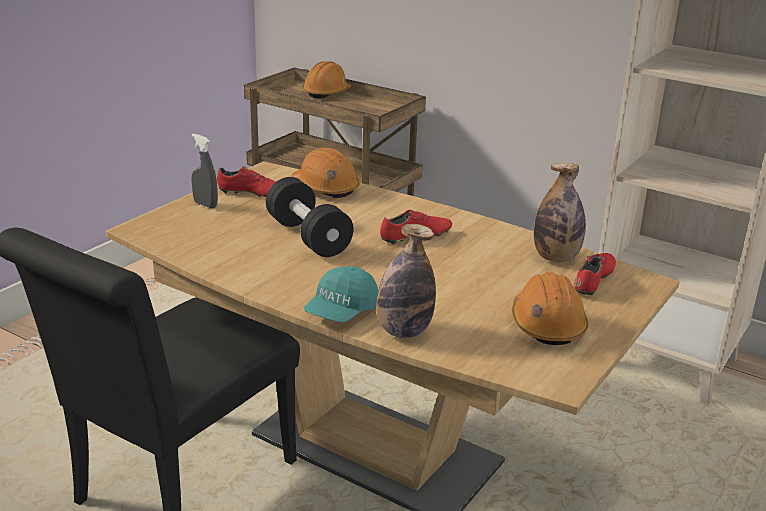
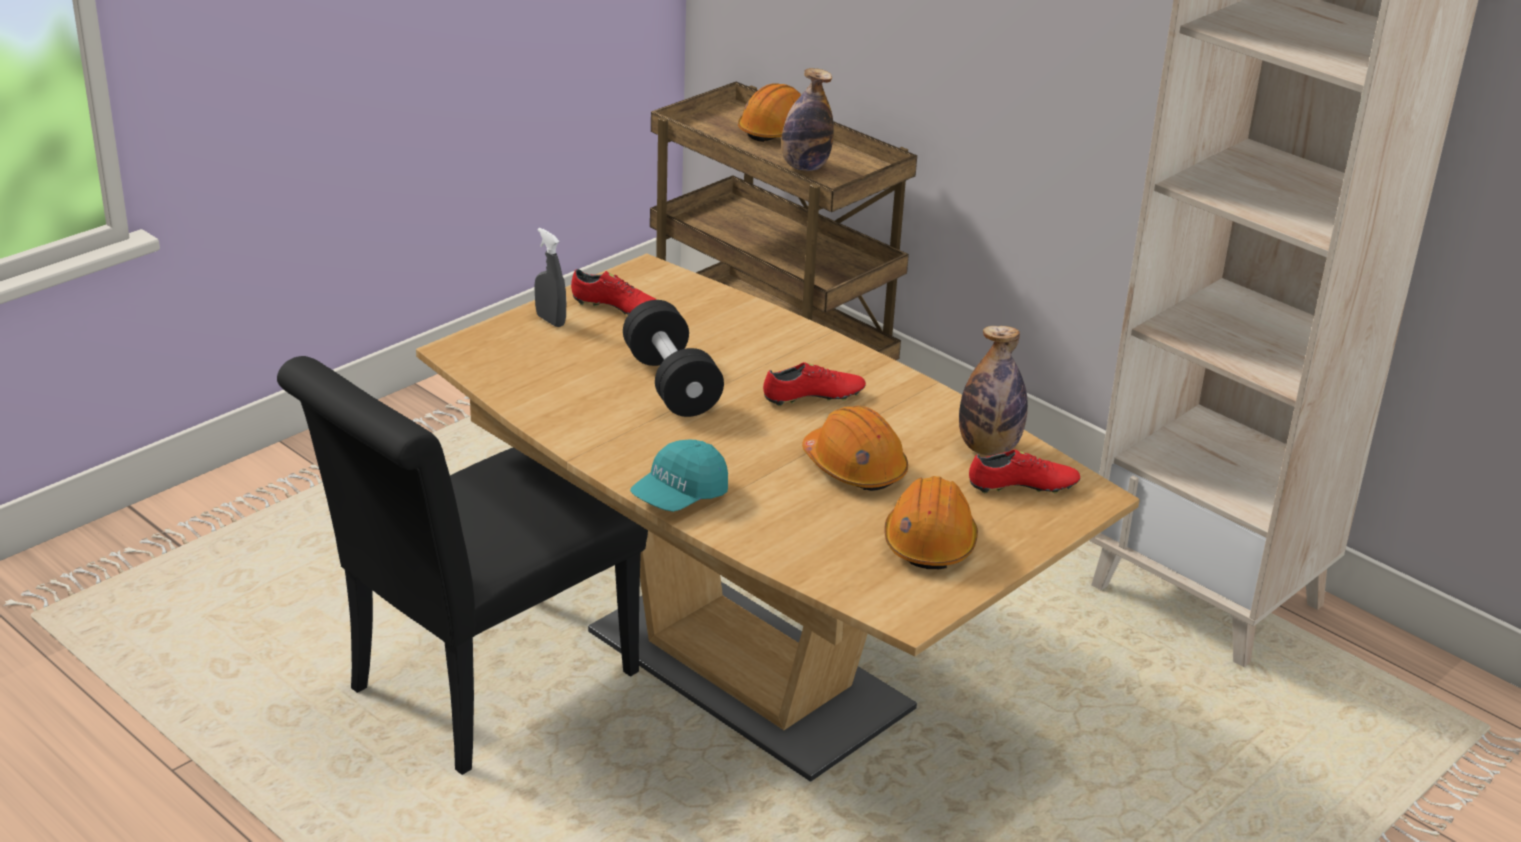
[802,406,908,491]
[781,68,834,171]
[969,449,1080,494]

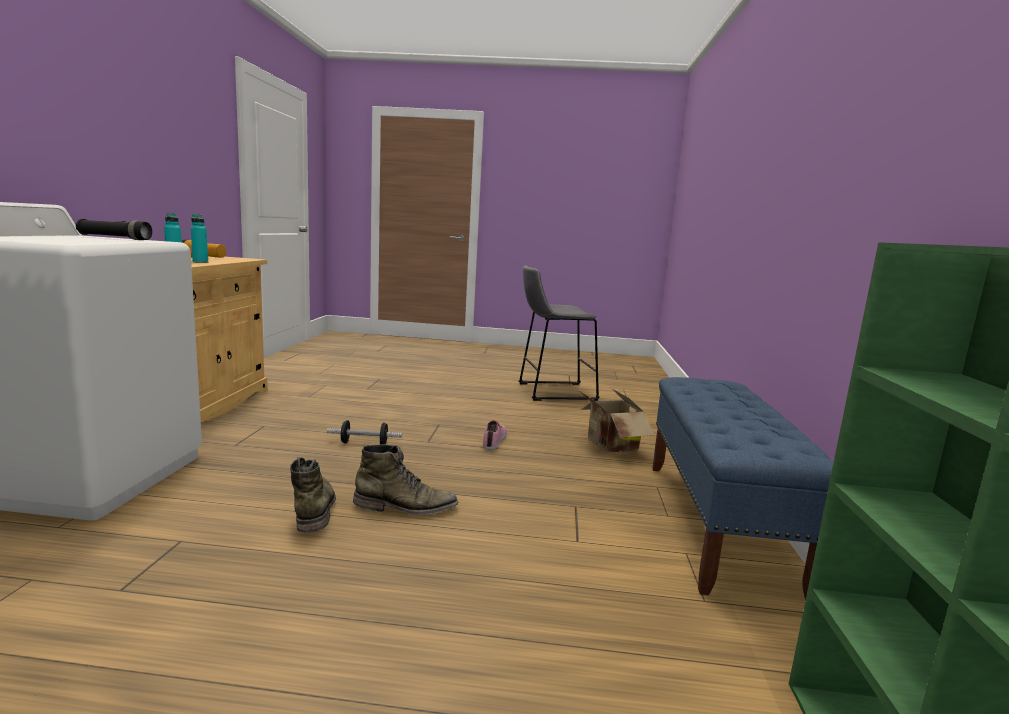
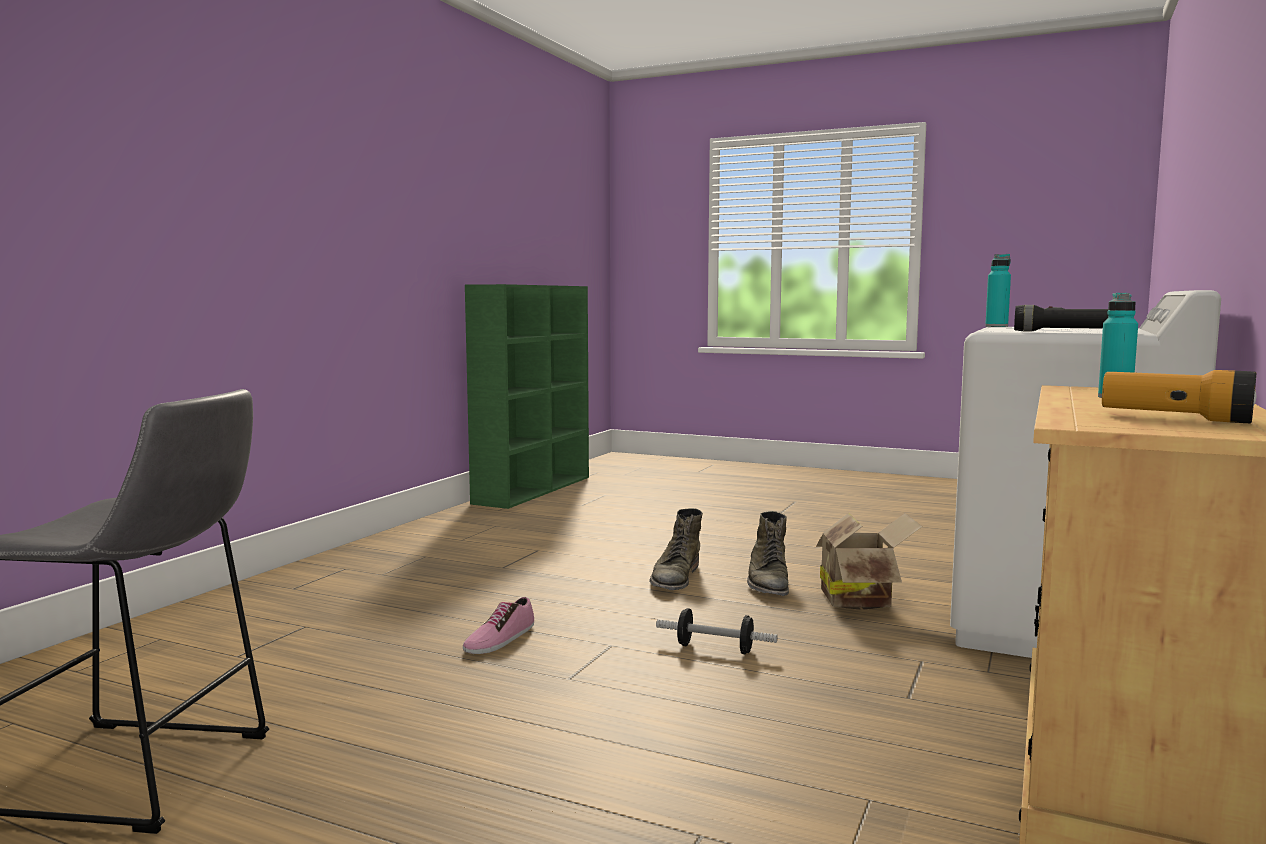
[985,254,1011,327]
[650,508,703,590]
[816,513,922,610]
[652,377,834,600] (first image)

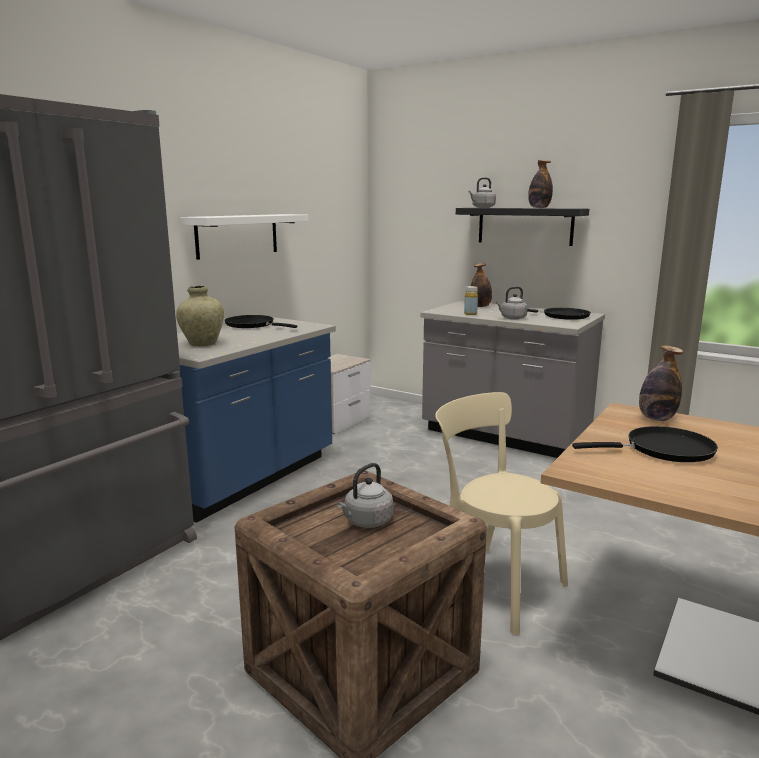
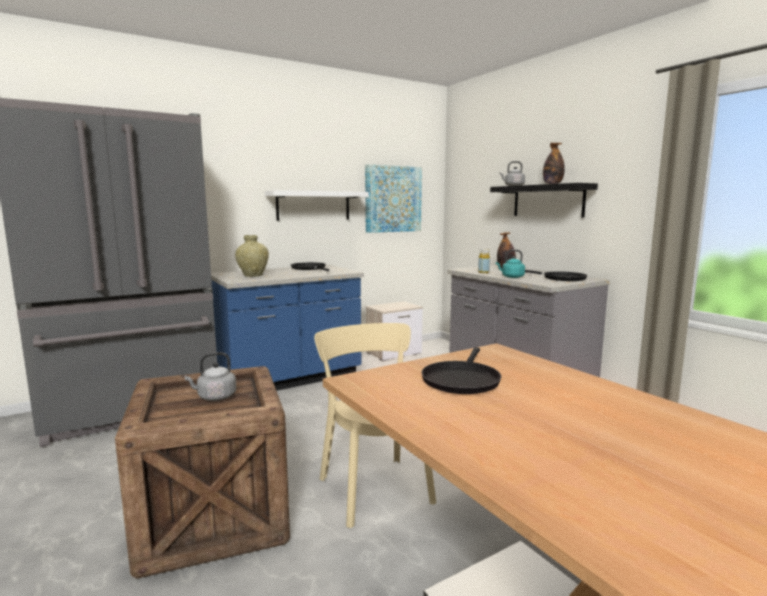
[496,250,525,278]
[422,347,501,394]
[639,345,683,421] (first image)
[365,164,422,233]

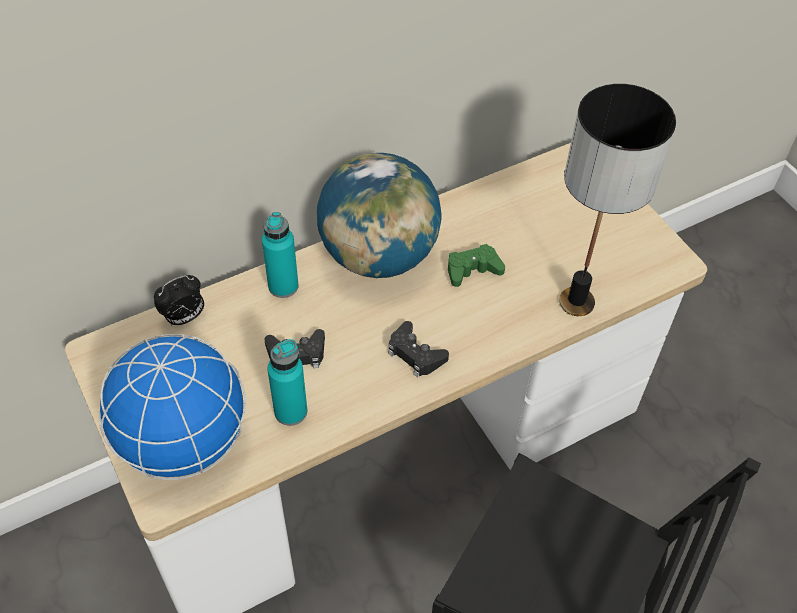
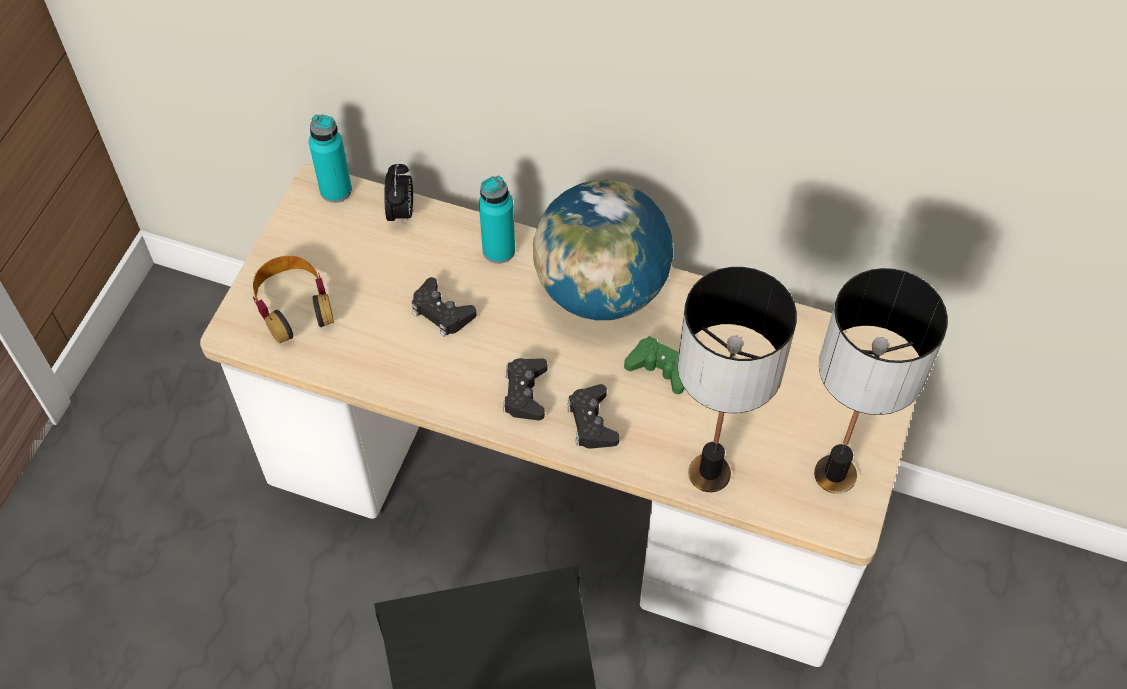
[253,256,334,343]
[384,164,413,226]
[309,114,352,203]
[567,384,620,449]
[814,268,948,494]

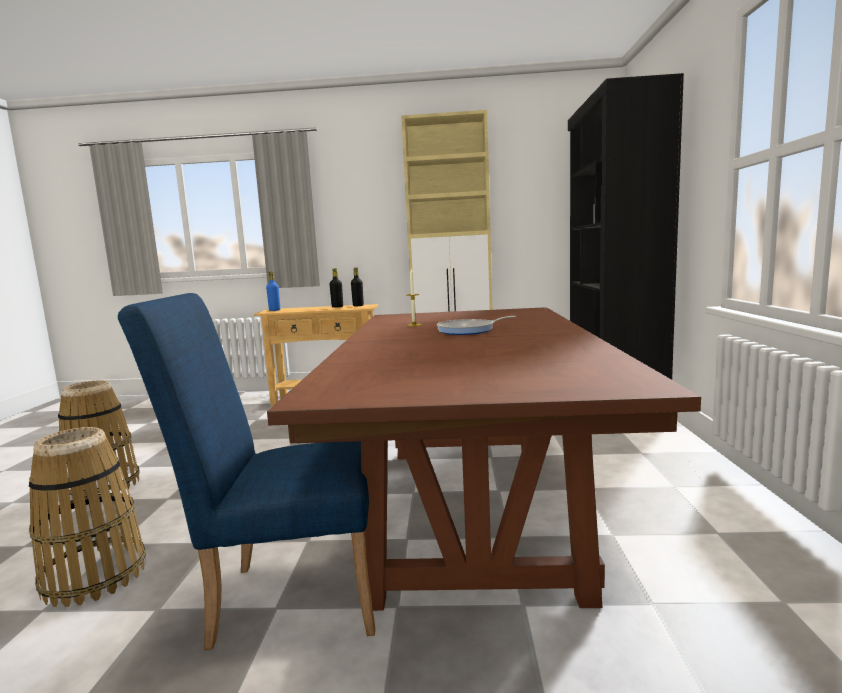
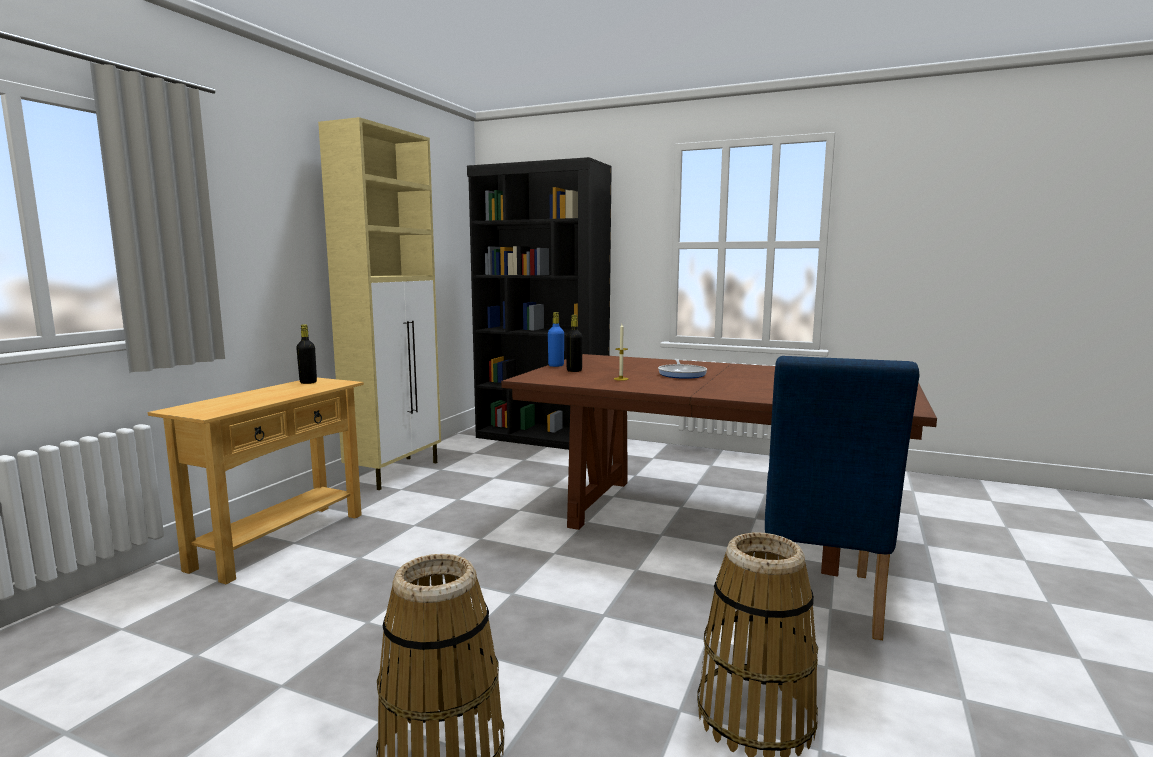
[548,312,564,367]
[566,315,583,372]

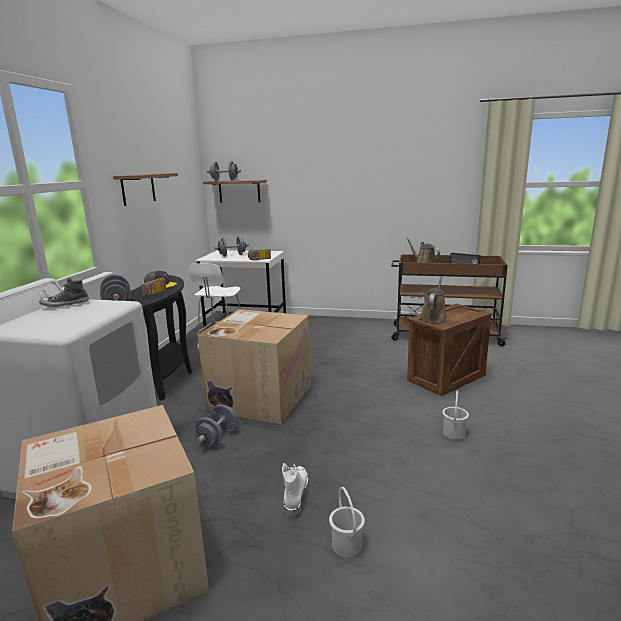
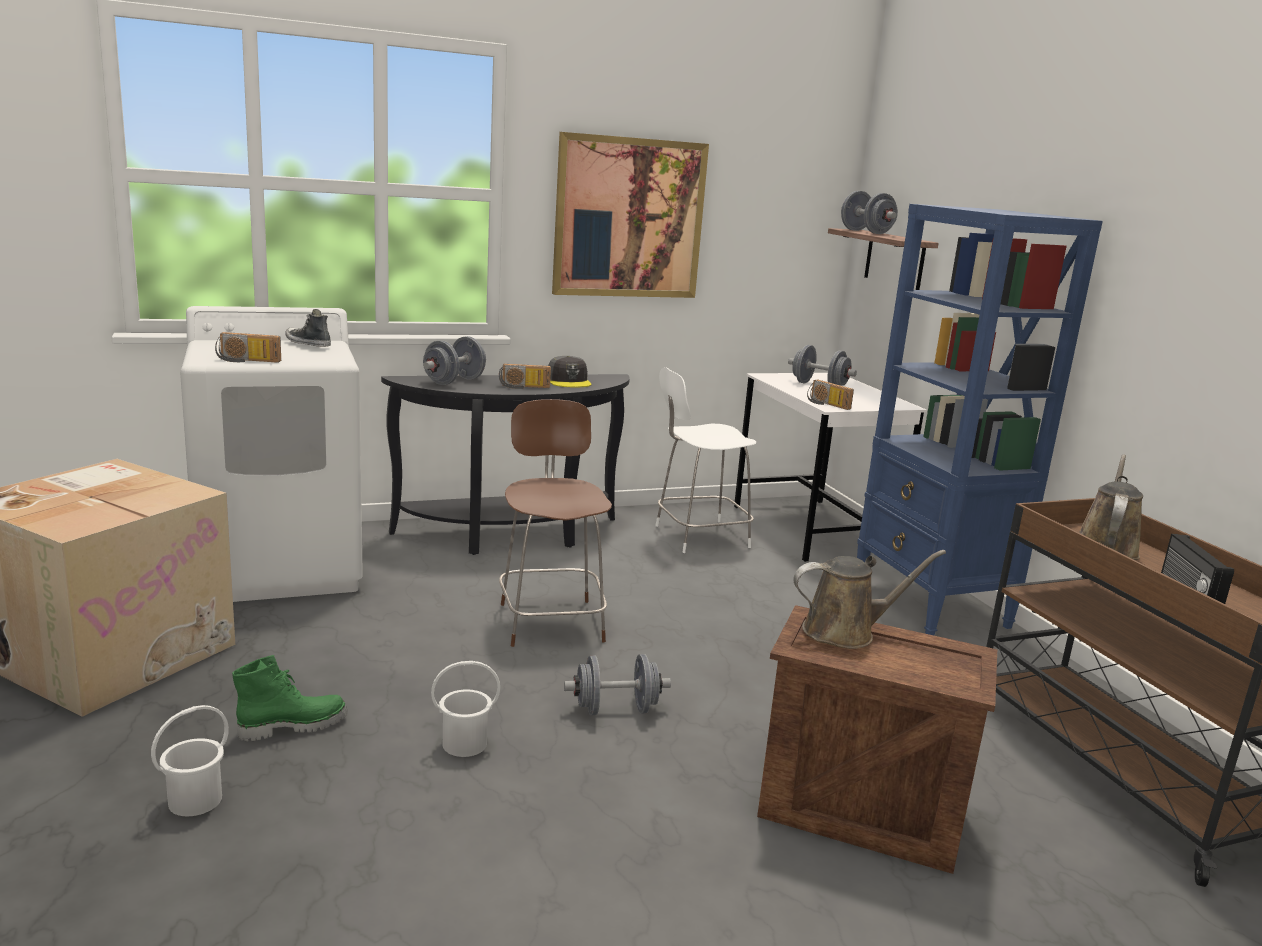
[552,132,709,298]
[564,654,671,715]
[499,399,612,647]
[232,655,348,742]
[431,661,500,757]
[215,332,281,363]
[857,204,1103,635]

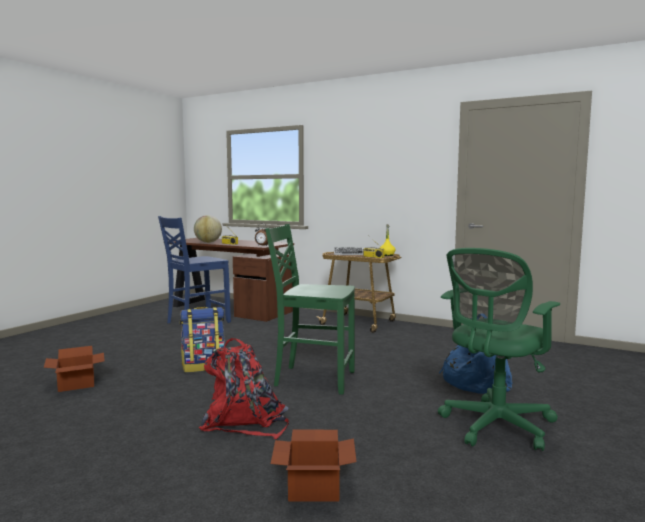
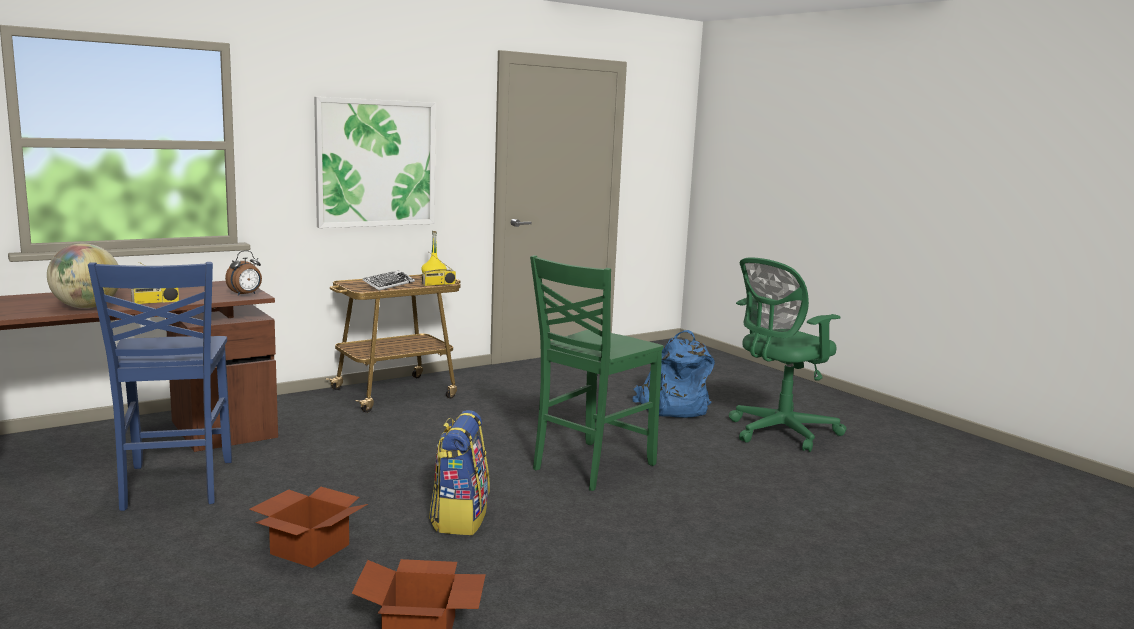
[199,338,289,439] (first image)
[249,487,368,568]
[729,257,846,452]
[314,97,436,228]

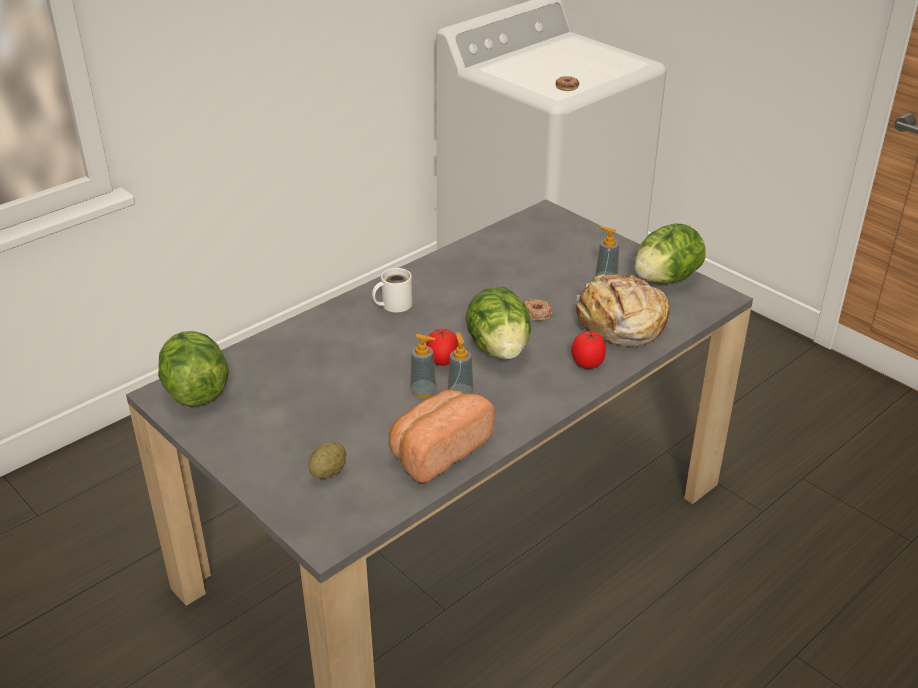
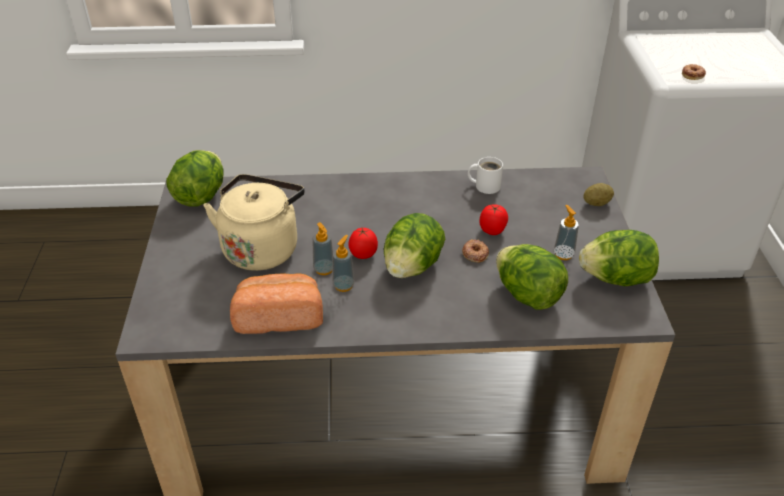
[583,183,614,206]
[468,157,503,194]
[479,204,508,235]
[496,244,568,310]
[203,174,305,271]

